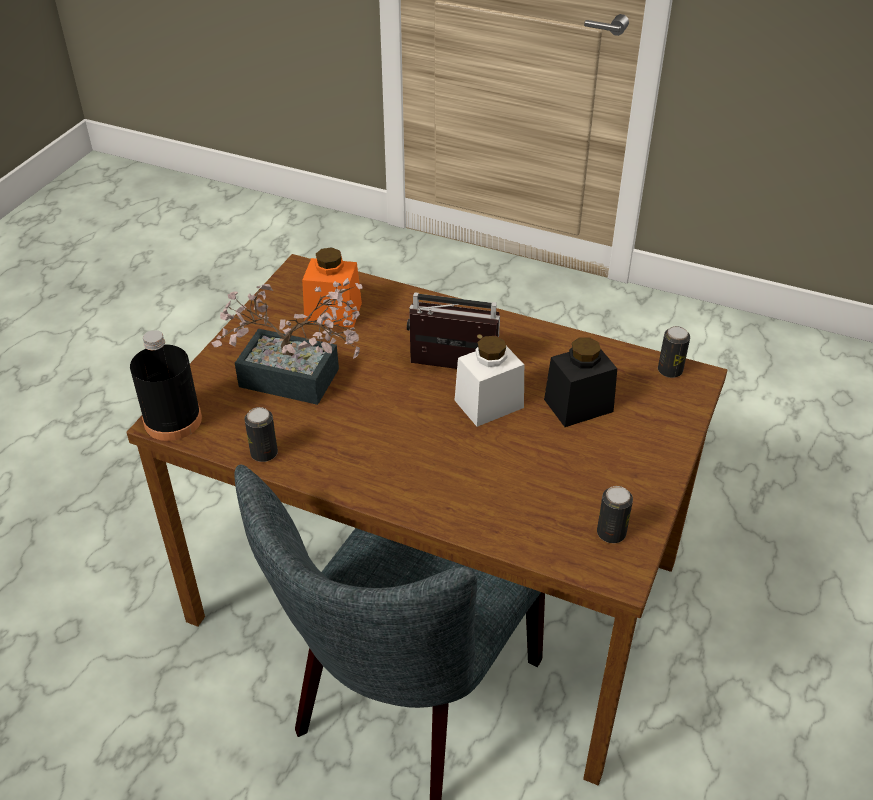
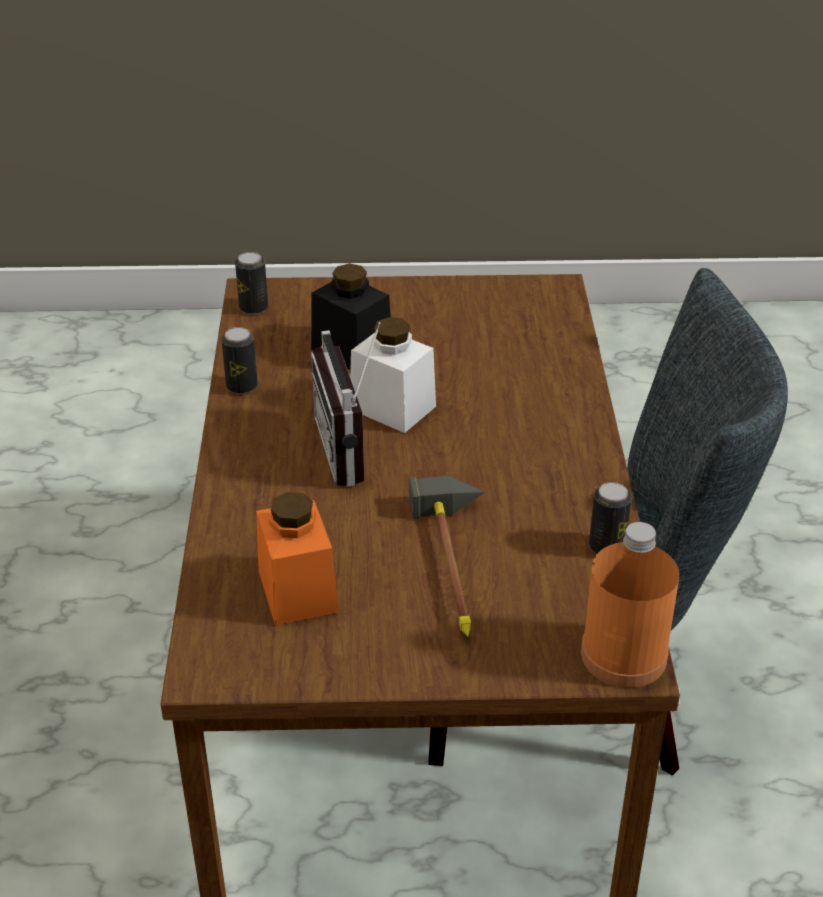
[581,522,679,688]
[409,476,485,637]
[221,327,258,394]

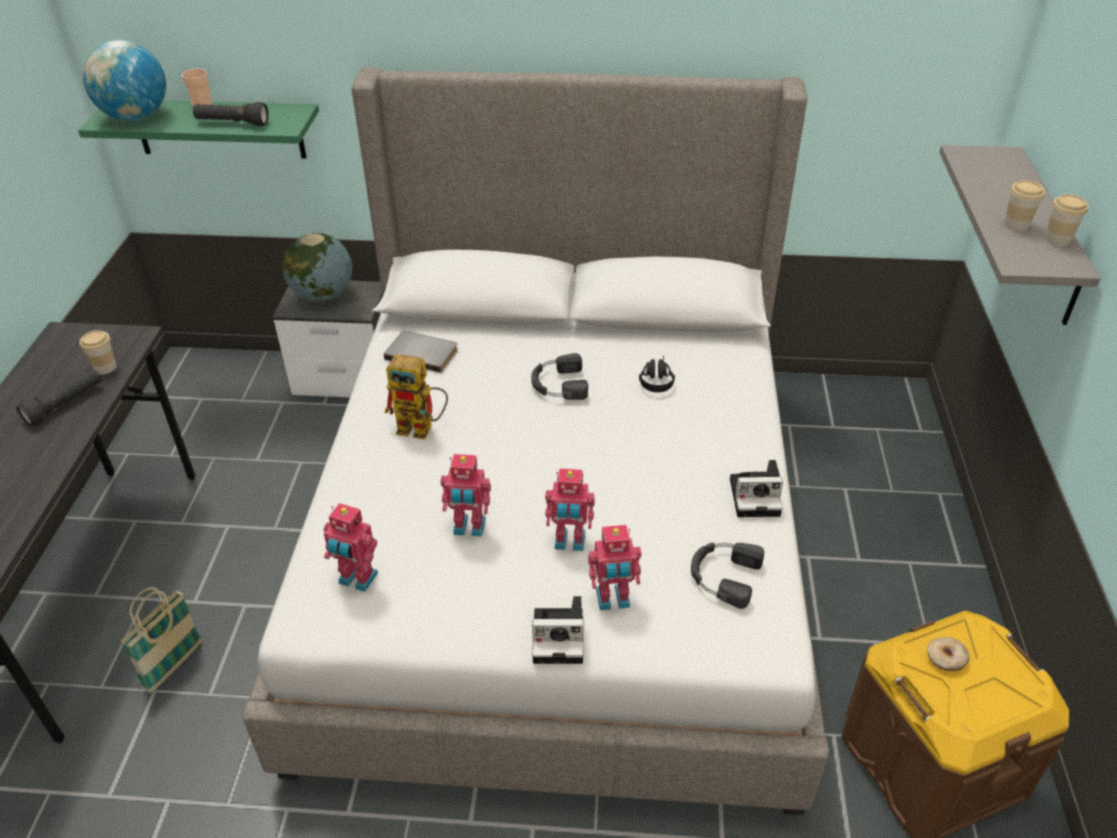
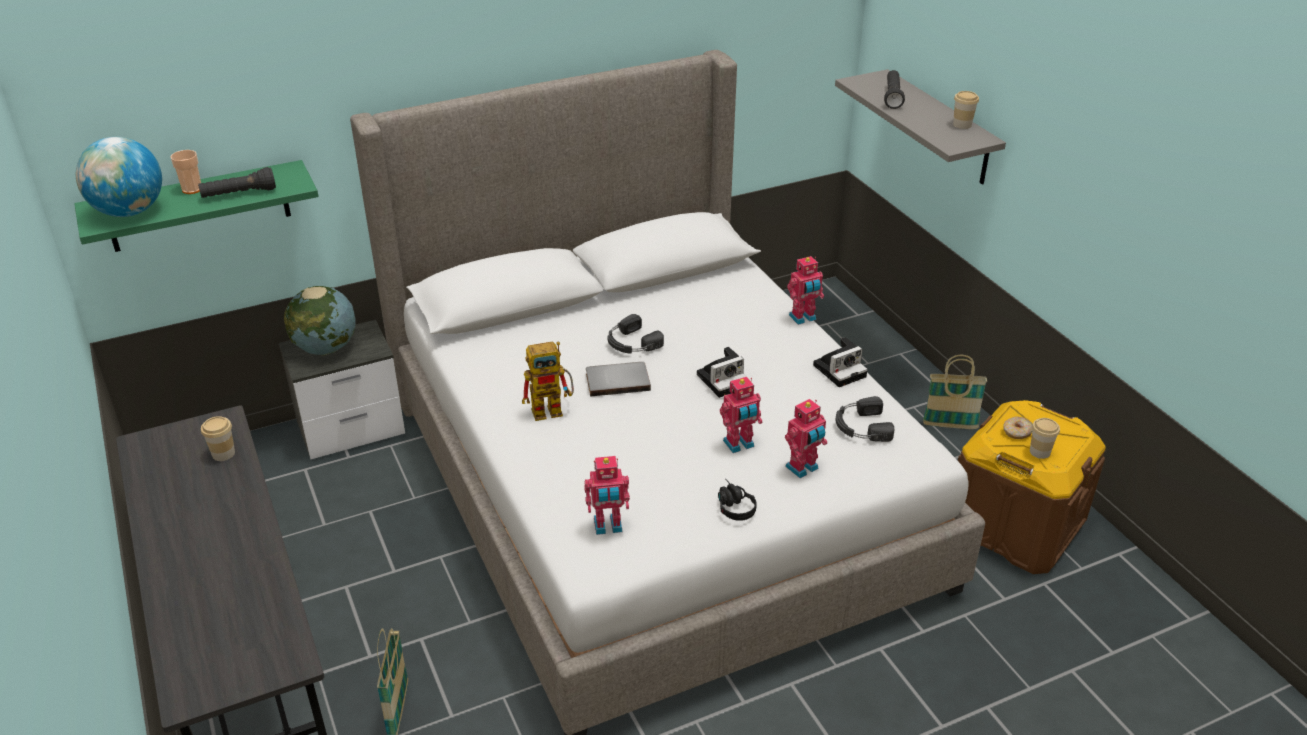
[884,70,905,109]
[586,362,651,397]
[787,256,824,325]
[697,347,747,398]
[718,479,757,521]
[1030,418,1060,459]
[923,355,987,429]

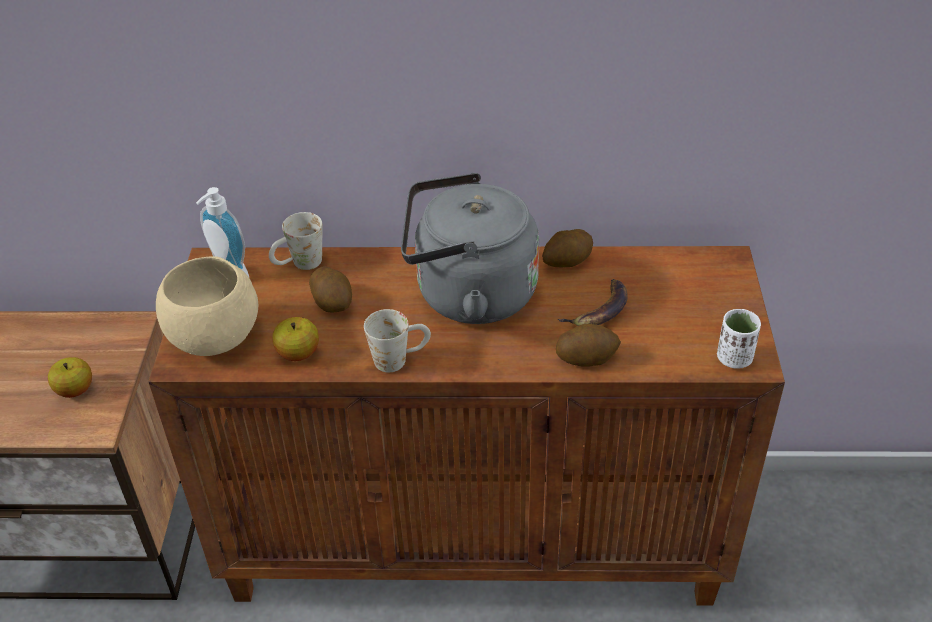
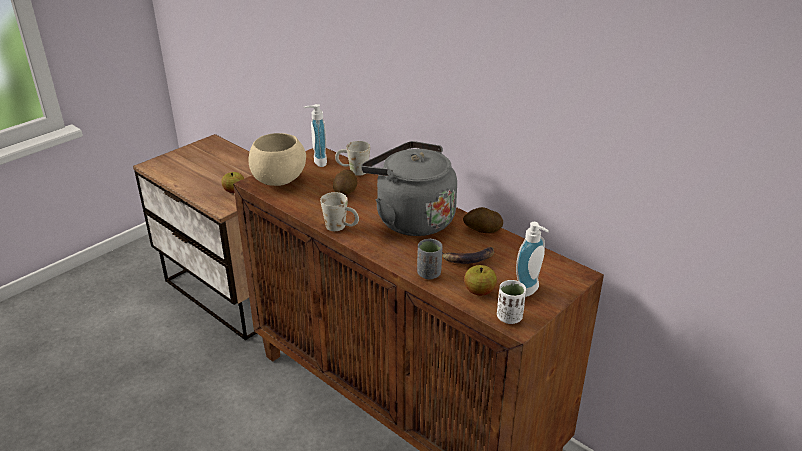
[464,265,497,296]
[417,239,442,279]
[516,222,549,297]

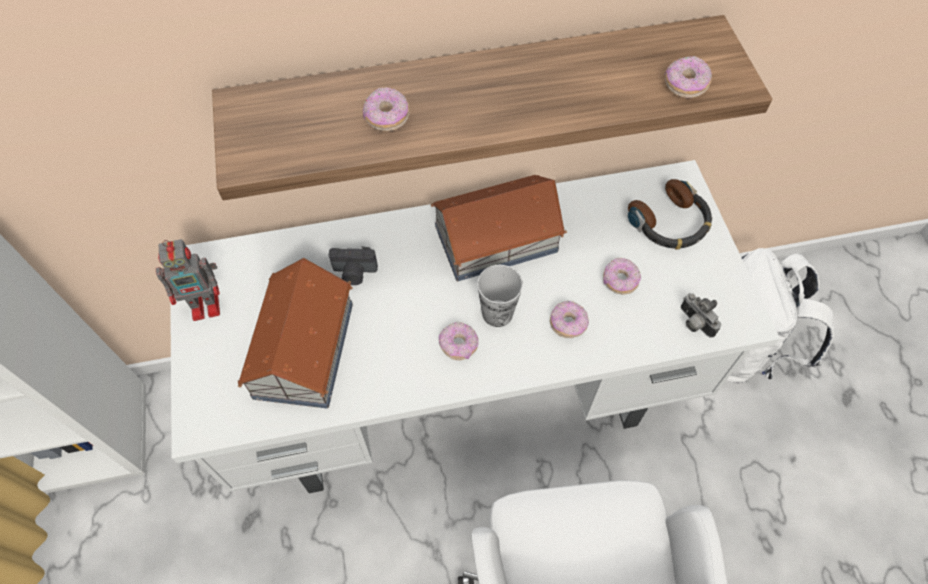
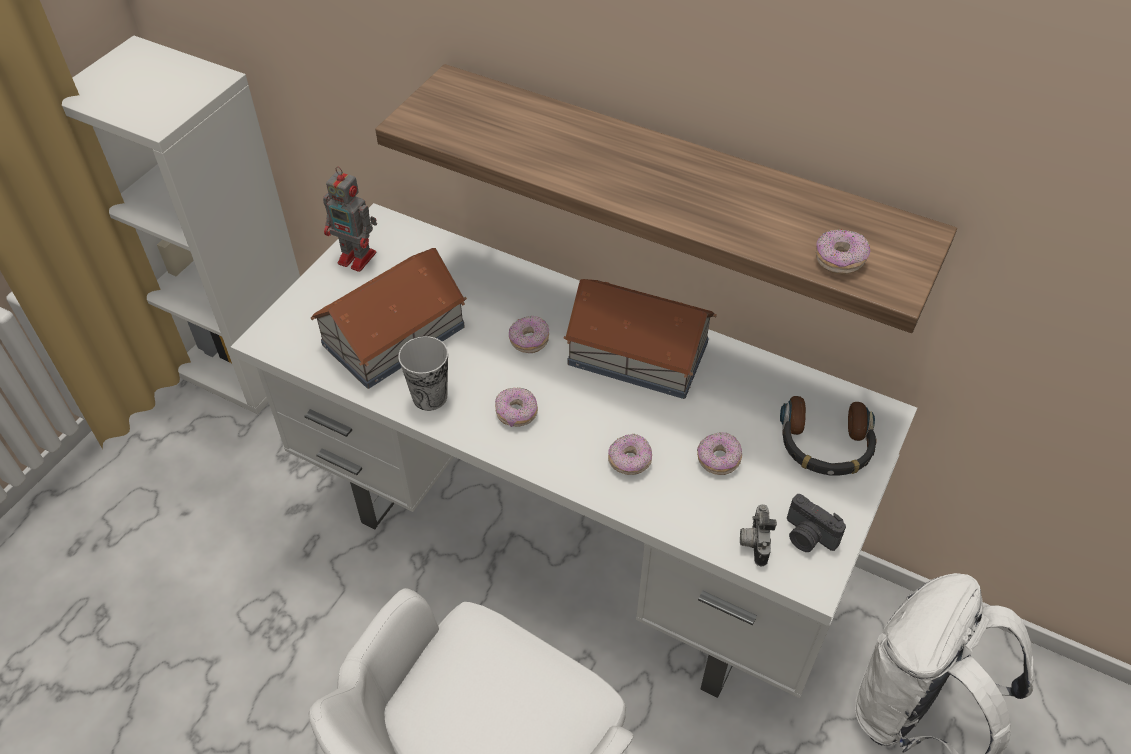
[787,494,846,552]
[509,316,549,353]
[398,336,448,411]

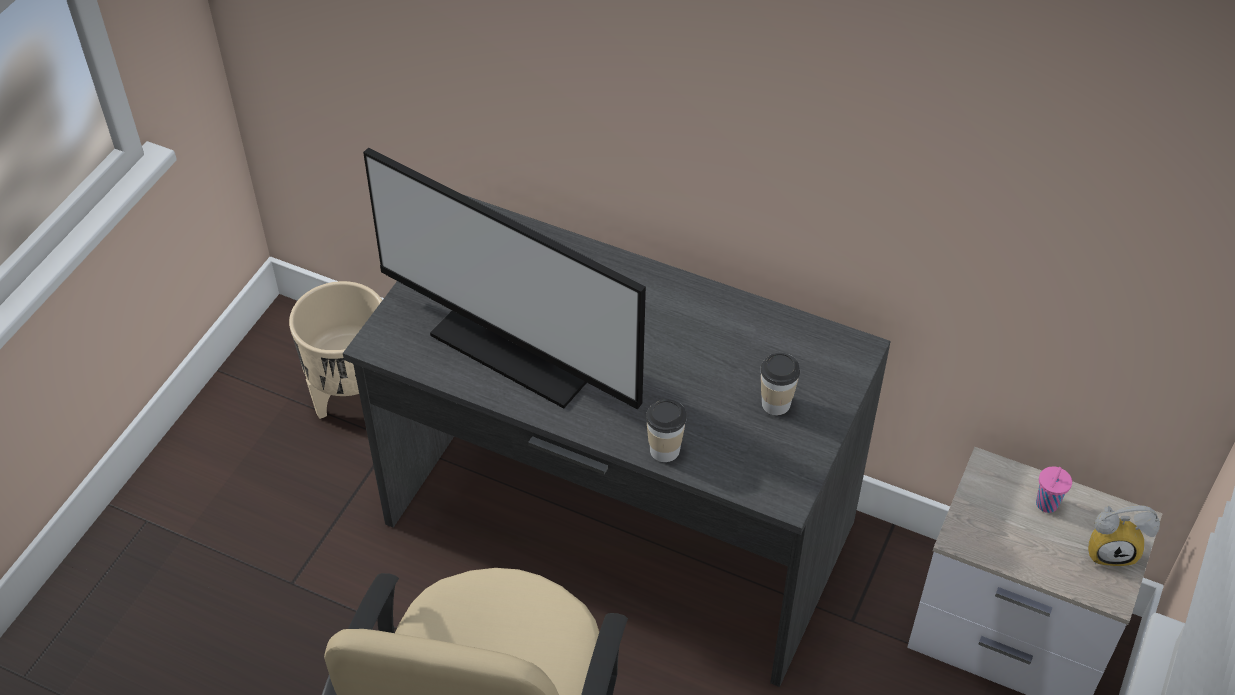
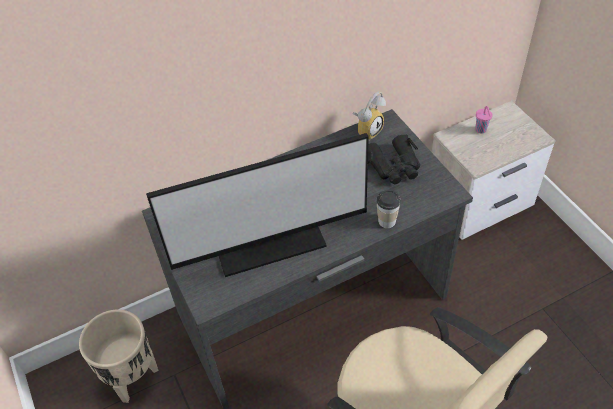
[368,135,420,184]
[353,91,386,141]

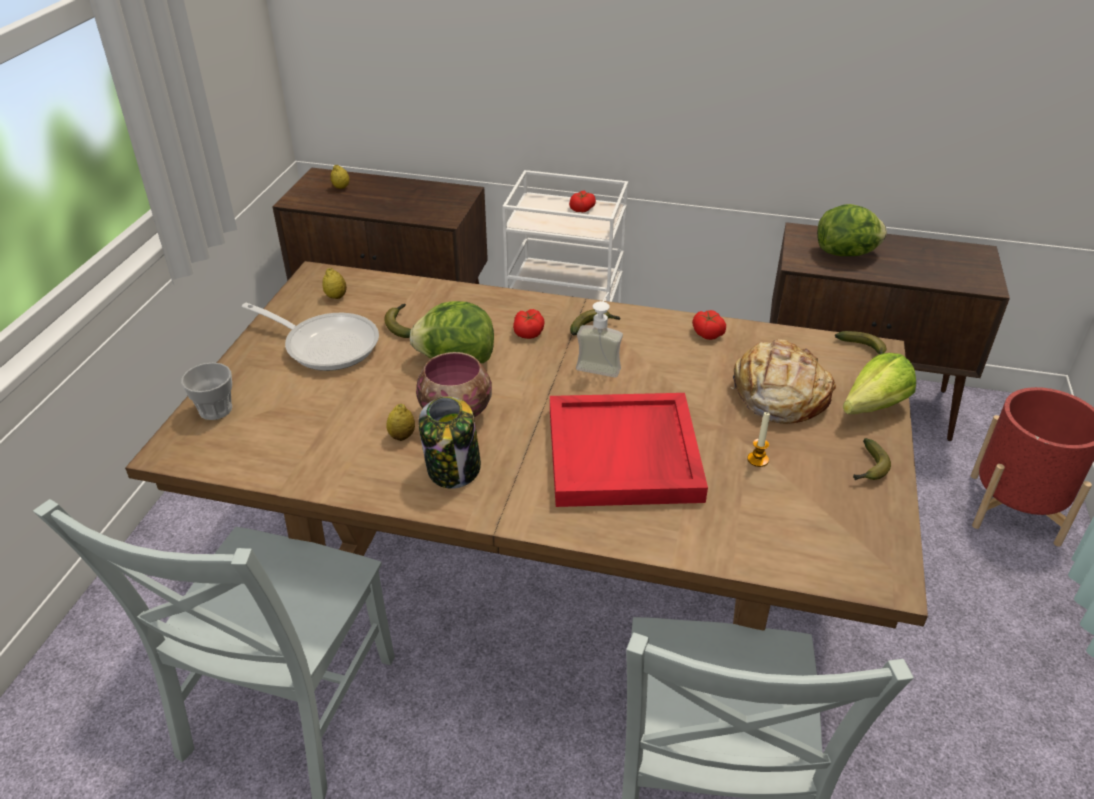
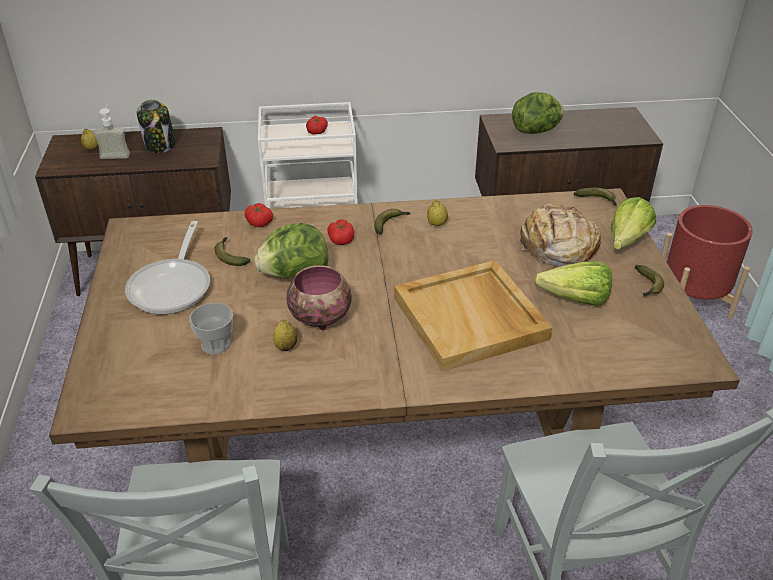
[189,302,233,354]
[125,221,210,314]
[427,200,448,226]
[137,100,176,153]
[394,260,552,372]
[94,103,130,159]
[245,203,273,227]
[534,261,612,306]

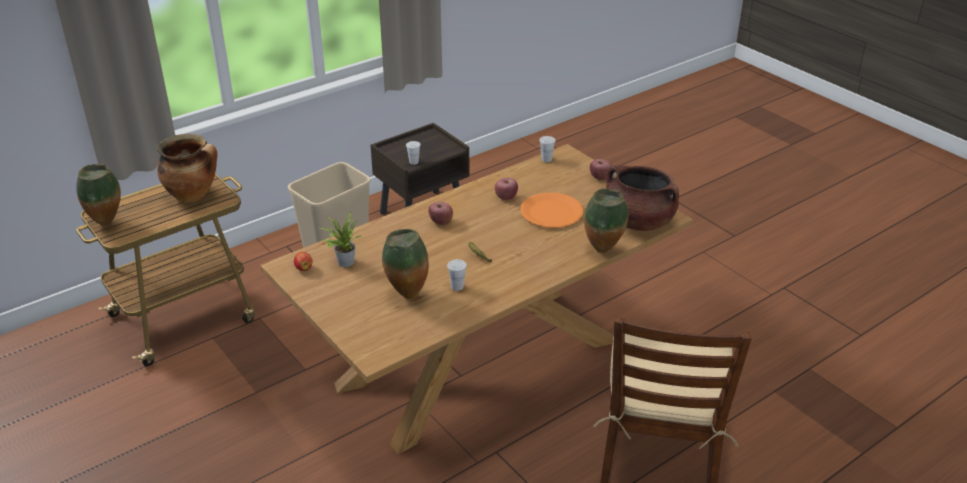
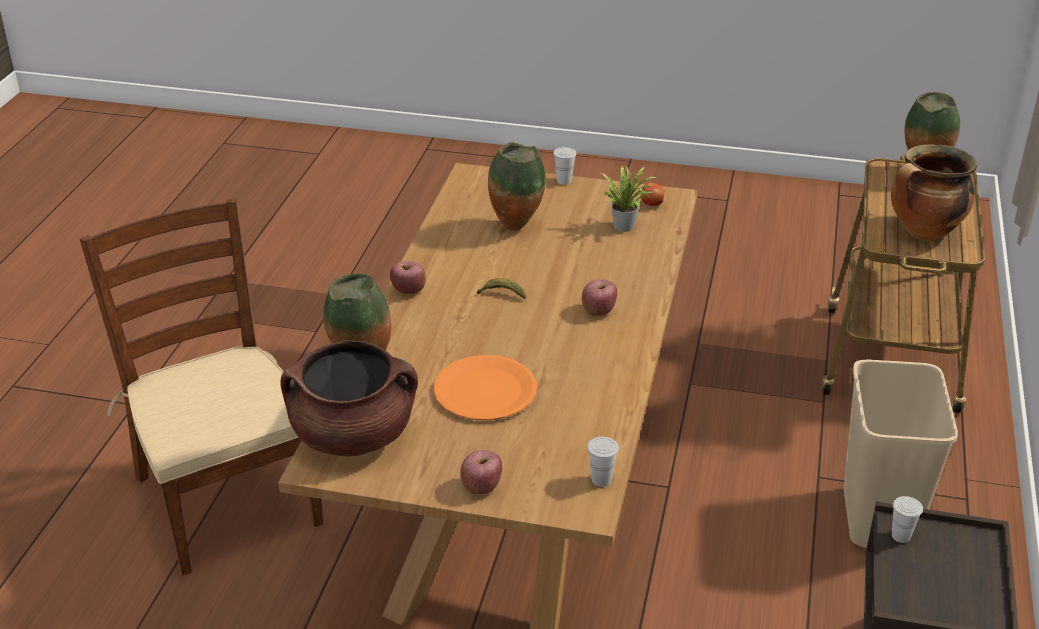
[553,147,577,185]
[390,261,426,295]

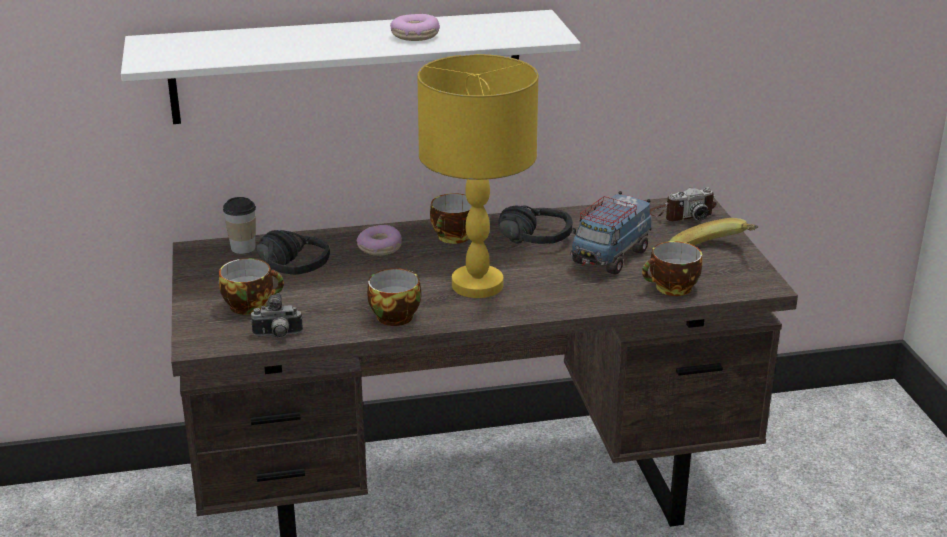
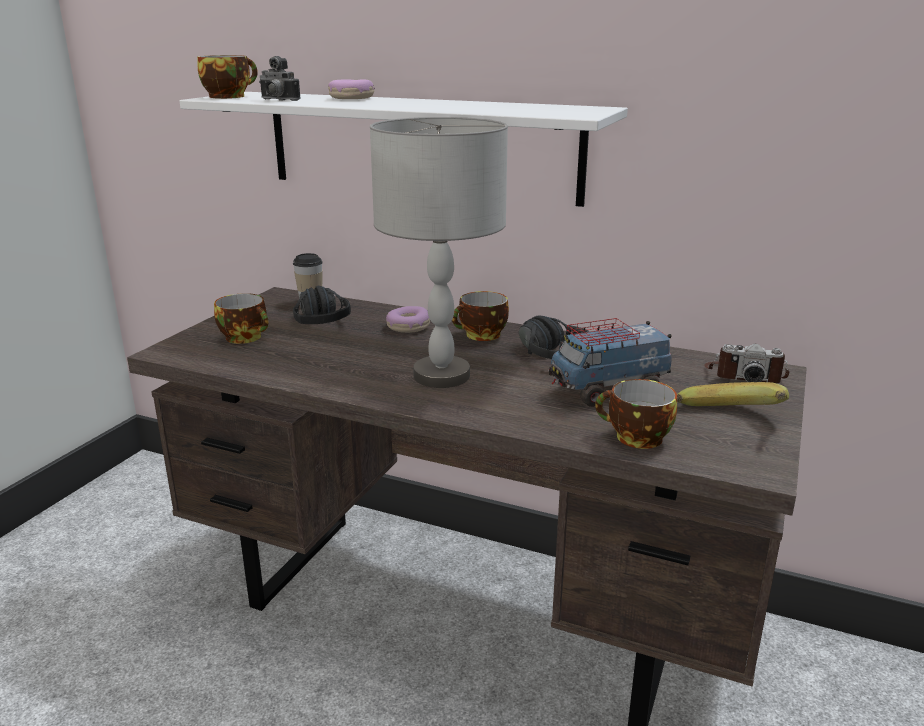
[259,56,301,101]
[197,55,258,99]
[328,79,375,99]
[370,117,508,388]

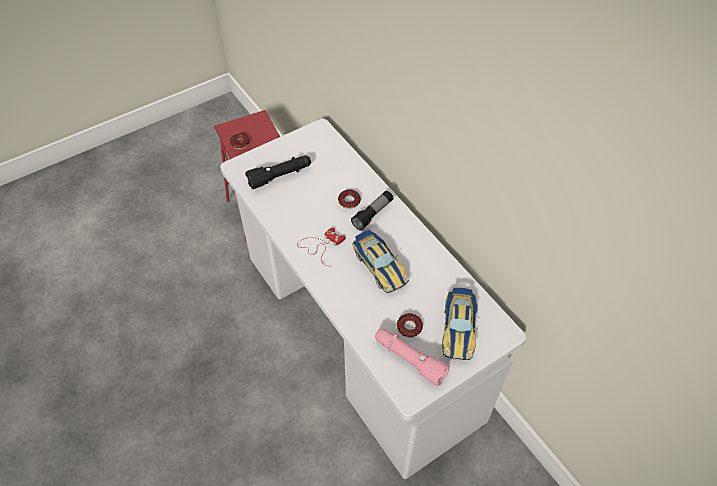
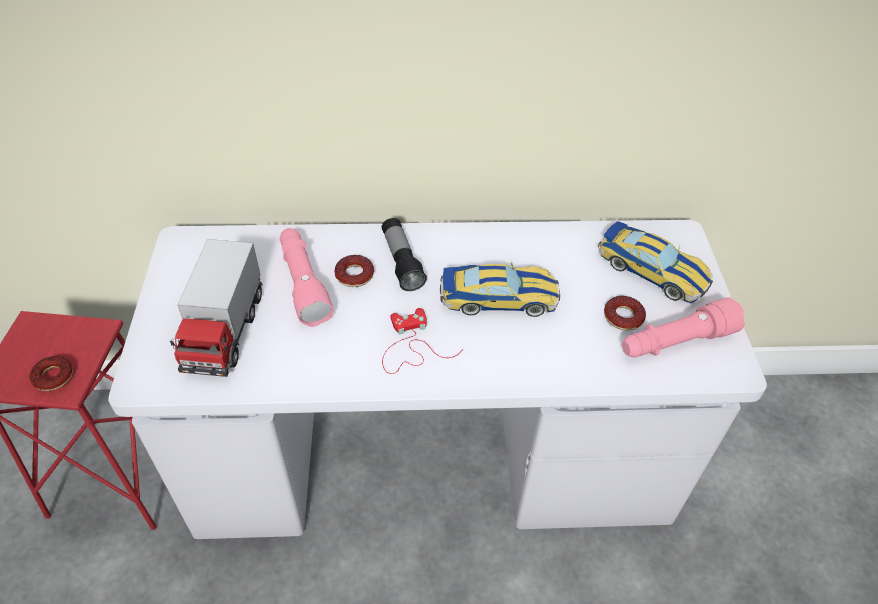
[170,239,263,377]
[280,228,334,327]

